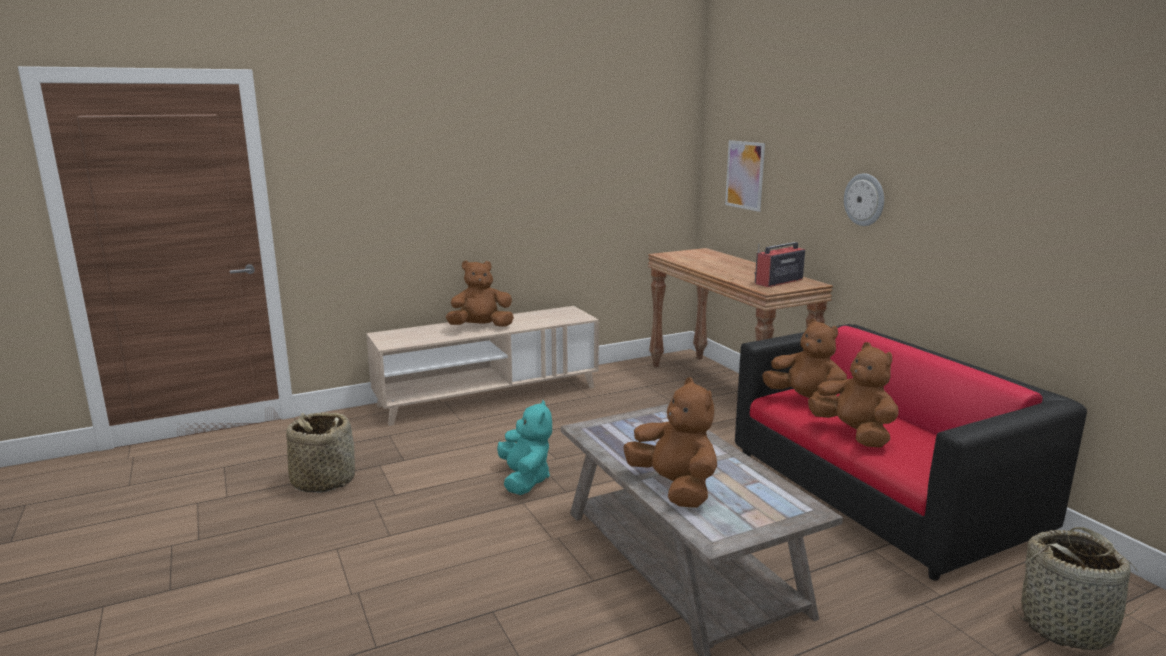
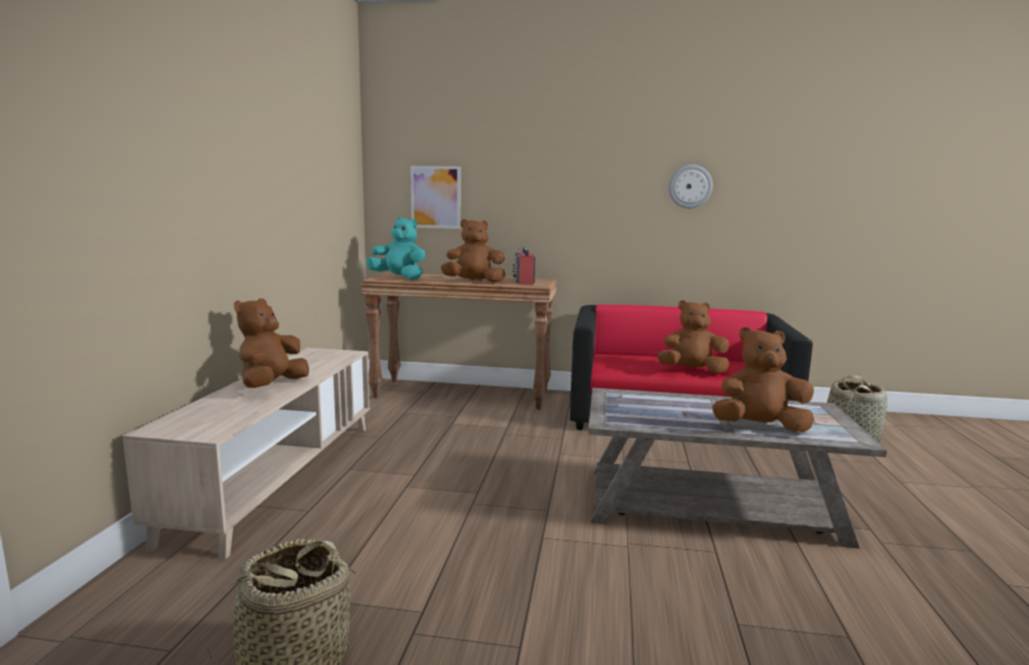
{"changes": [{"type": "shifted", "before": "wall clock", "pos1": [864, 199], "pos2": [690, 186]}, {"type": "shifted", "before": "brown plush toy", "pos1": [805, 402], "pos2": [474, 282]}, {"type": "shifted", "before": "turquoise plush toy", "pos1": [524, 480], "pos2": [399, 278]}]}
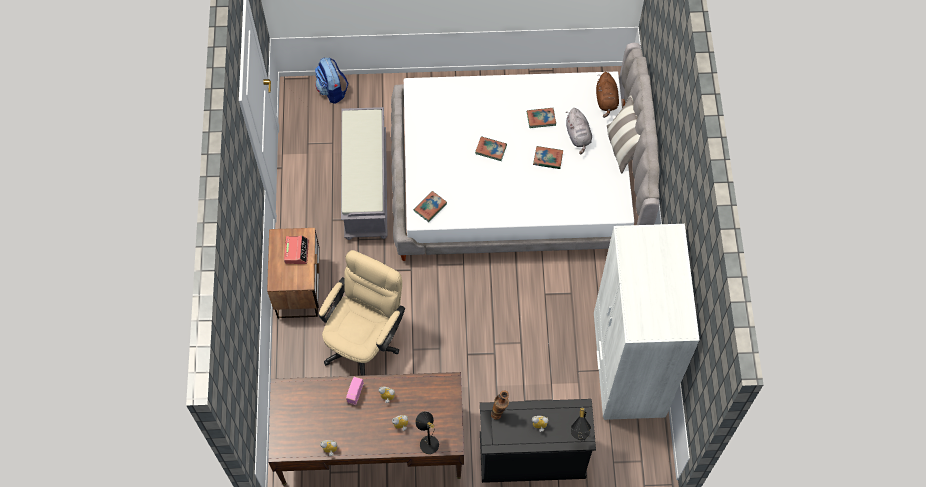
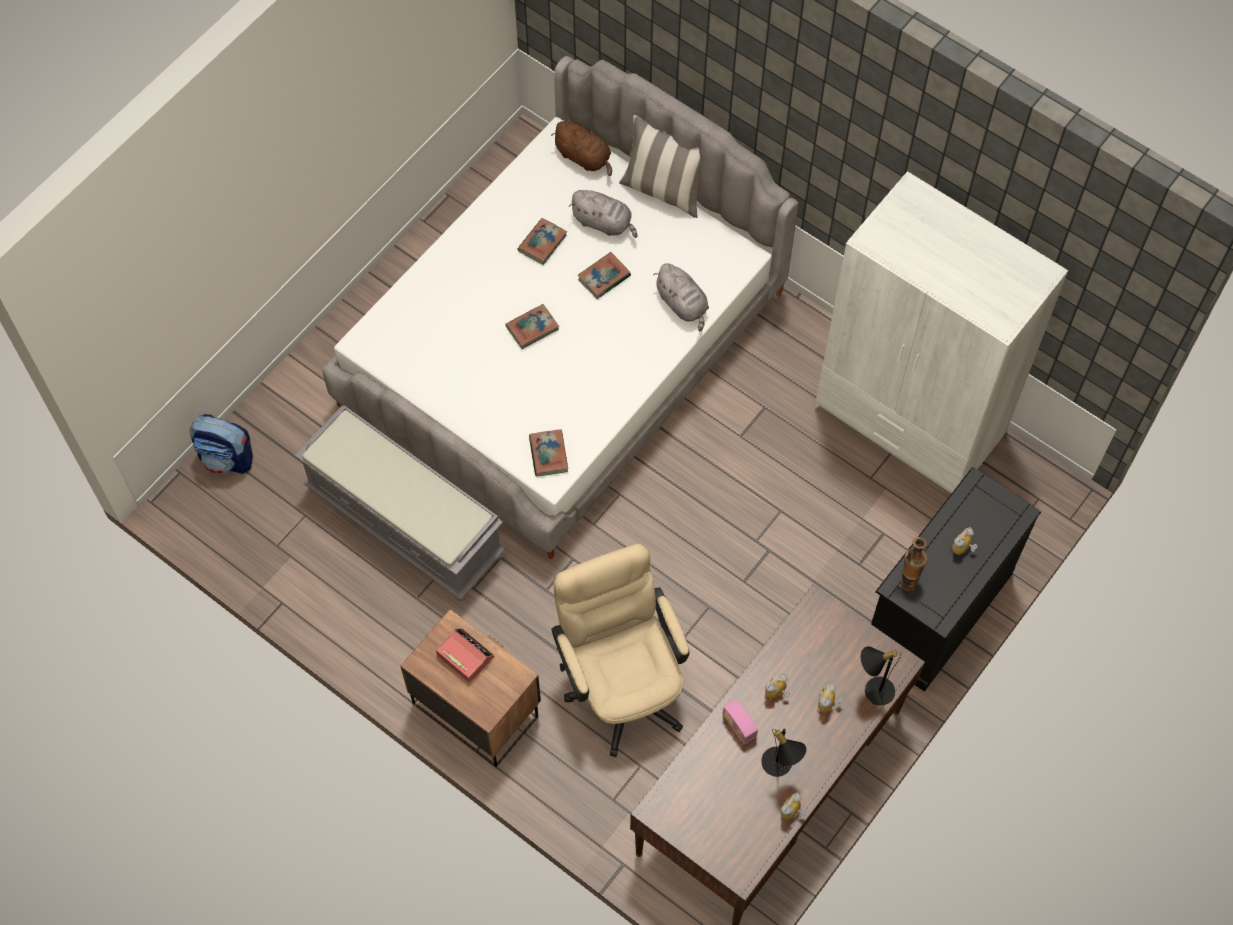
{"changes": [{"type": "shifted", "before": "black table lamp", "pos1": [579, 434], "pos2": [780, 767]}, {"type": "new", "after": "grey plush toy", "pos2": [683, 304]}]}
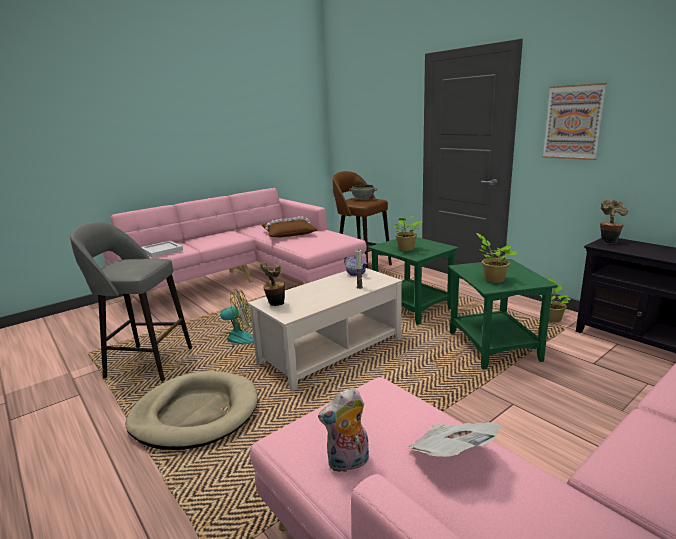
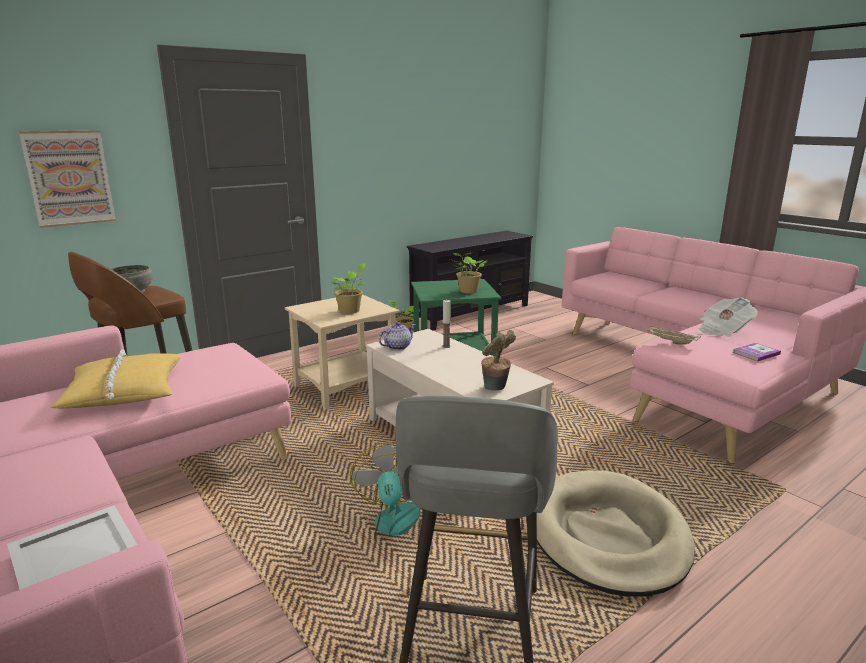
{"changes": [{"type": "shifted", "before": "picture", "pos1": [573, 122], "pos2": [69, 178]}, {"type": "gone", "before": "potted plant", "pos1": [608, 241]}, {"type": "repainted", "before": "brown pillow", "after": "yellow pillow", "pos1": [288, 233], "pos2": [124, 392]}, {"type": "repainted", "before": "green side table", "after": "beige side table", "pos1": [411, 308], "pos2": [346, 388]}, {"type": "swapped", "before": "plush toy", "after": "book", "pos1": [348, 463], "pos2": [756, 353]}, {"type": "new", "after": "beige tray", "pos2": [671, 342]}]}
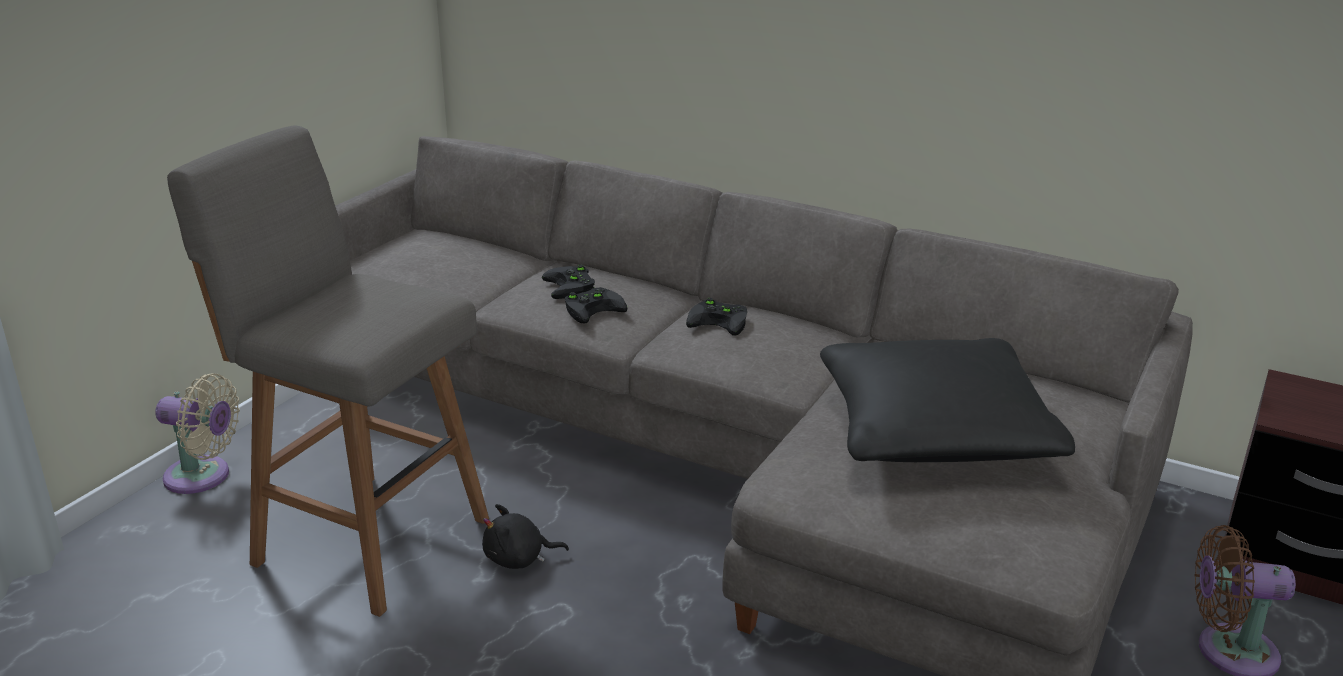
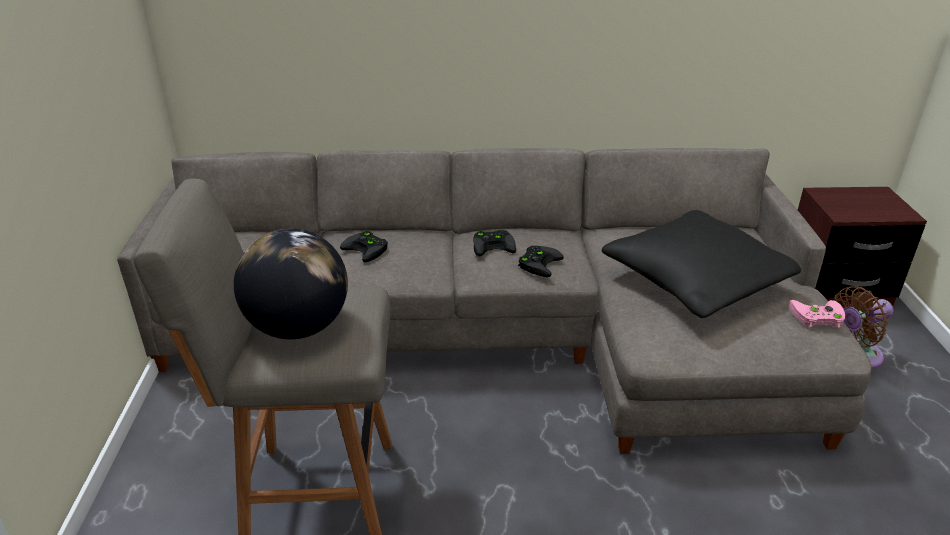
{"changes": [{"type": "shifted", "before": "black game controller", "pos1": [594, 308], "pos2": [538, 262]}, {"type": "gone", "before": "beige fan", "pos1": [203, 477]}, {"type": "gone", "before": "black plush toy", "pos1": [519, 559]}, {"type": "new", "after": "globe", "pos2": [298, 327]}, {"type": "new", "after": "pink game controller", "pos2": [816, 316]}]}
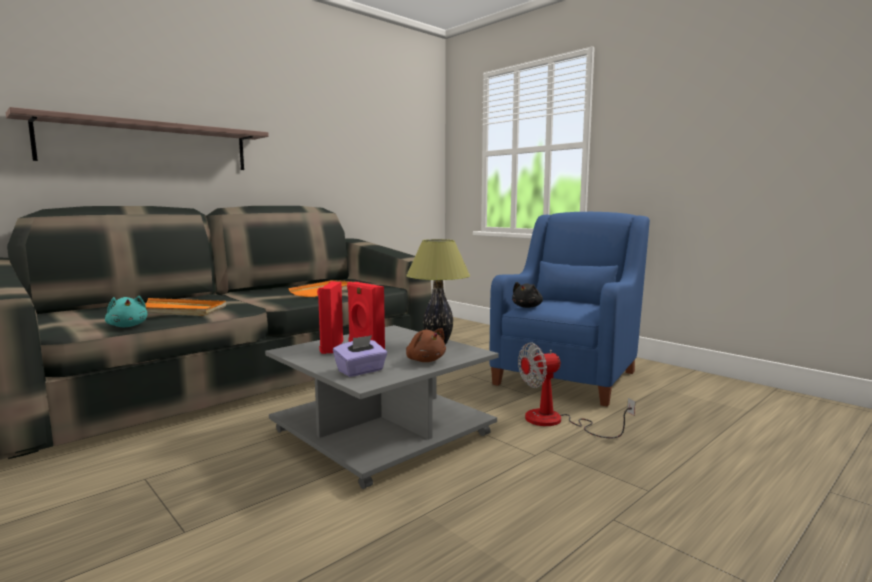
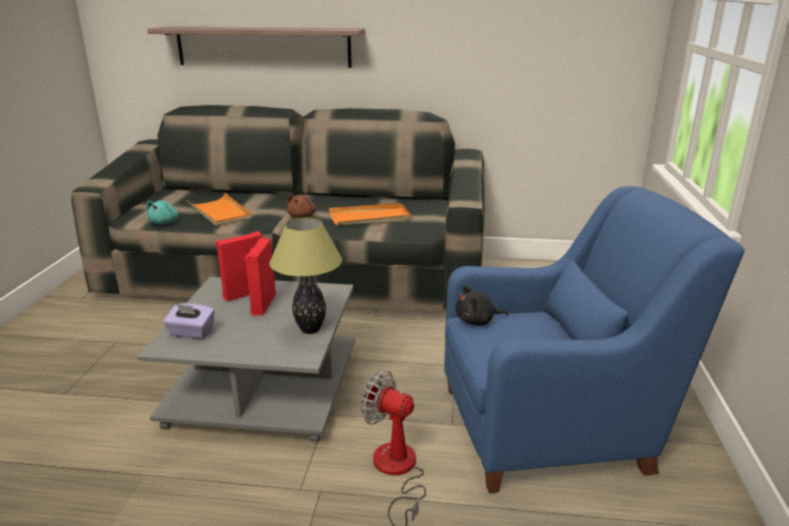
{"changes": [{"type": "shifted", "before": "brown plush toy", "pos1": [425, 360], "pos2": [302, 216]}]}
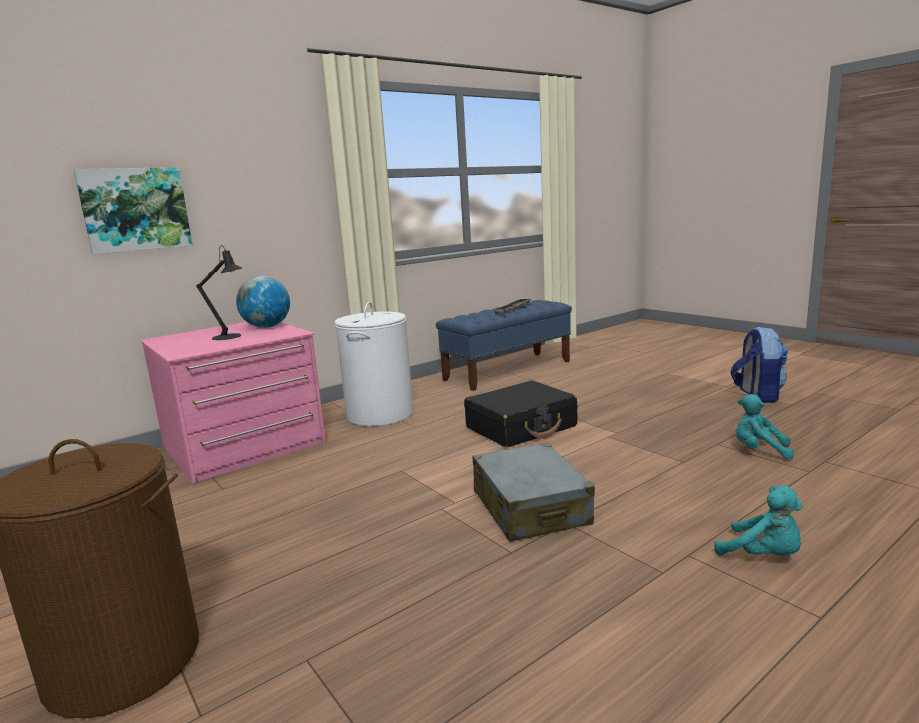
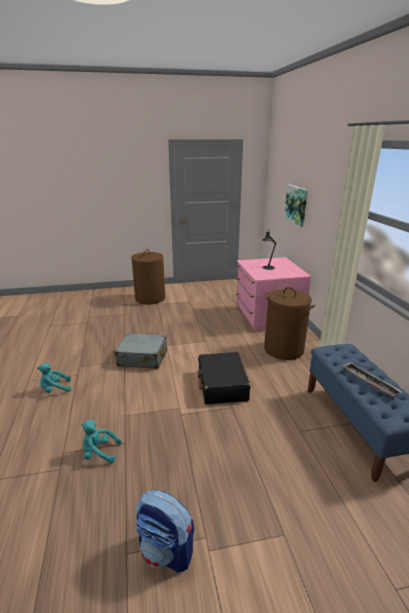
{"changes": [{"type": "gone", "before": "globe", "pos1": [267, 327]}, {"type": "repainted", "before": "white laundry basket", "after": "brown laundry basket", "pos1": [379, 414], "pos2": [284, 349]}, {"type": "rotated", "before": "turquoise plush toy", "pos1": [759, 451], "pos2": [99, 453], "turn": -135}]}
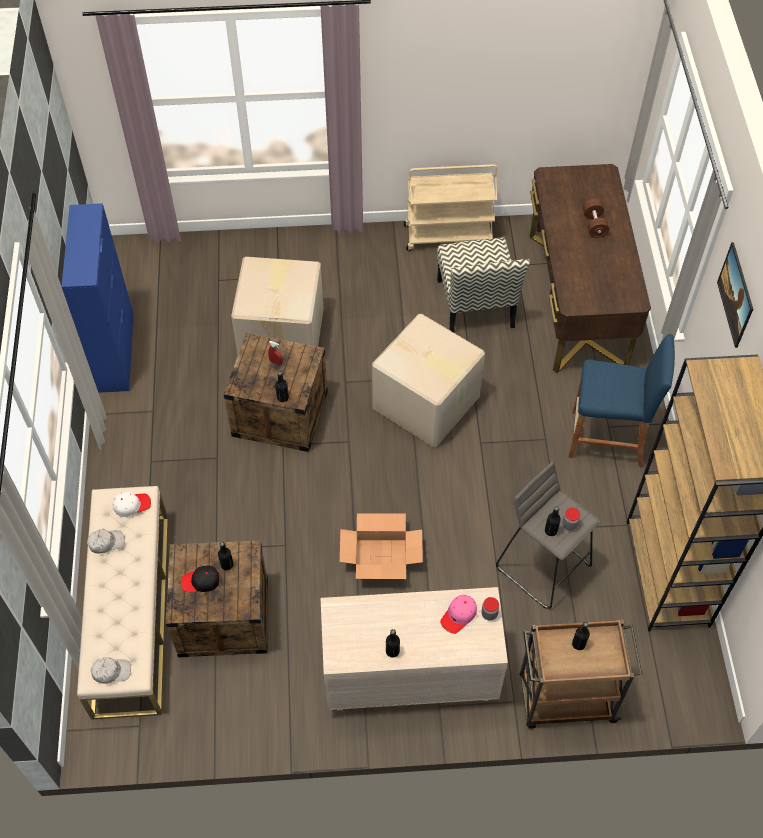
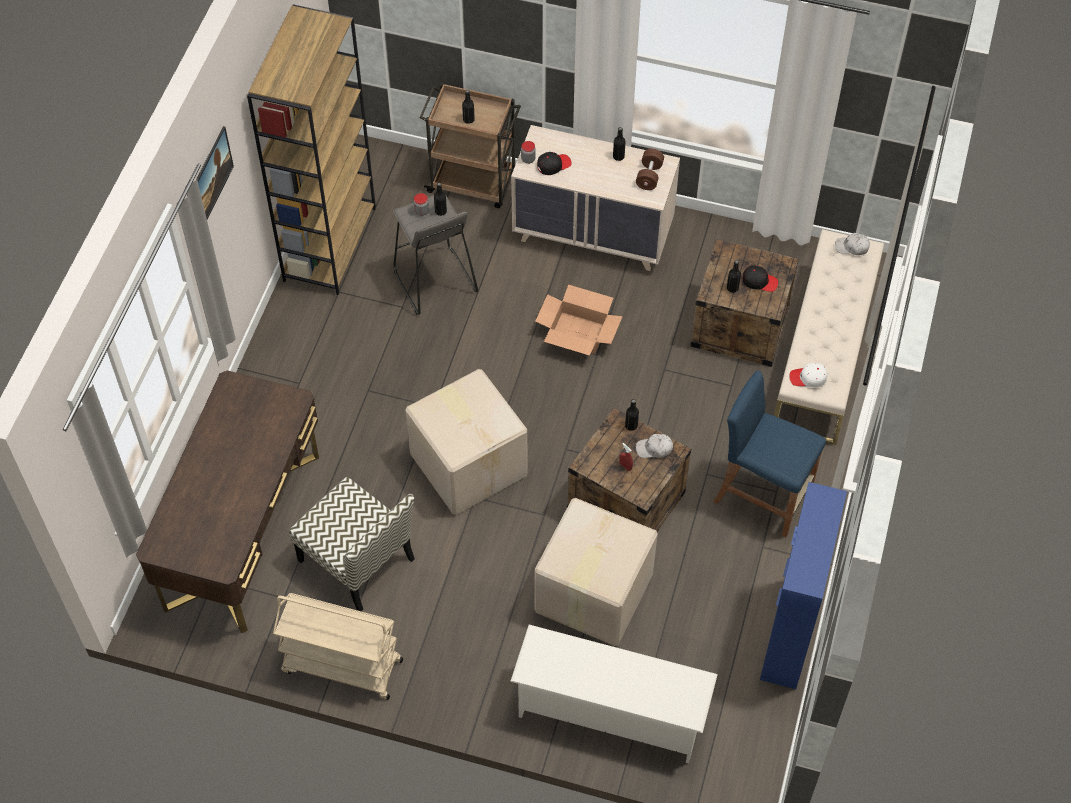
{"changes": [{"type": "shifted", "before": "brown dumbbell", "pos1": [594, 224], "pos2": [649, 176]}, {"type": "rotated", "before": "chair", "pos1": [476, 305], "pos2": [358, 560], "turn": 120}, {"type": "shifted", "before": "blue stool", "pos1": [607, 439], "pos2": [763, 496]}, {"type": "shifted", "before": "white cap", "pos1": [106, 542], "pos2": [654, 449]}, {"type": "repainted", "before": "pink cap", "after": "black cap", "pos1": [459, 615], "pos2": [553, 165]}, {"type": "new", "after": "white shoe rack", "pos2": [610, 712]}]}
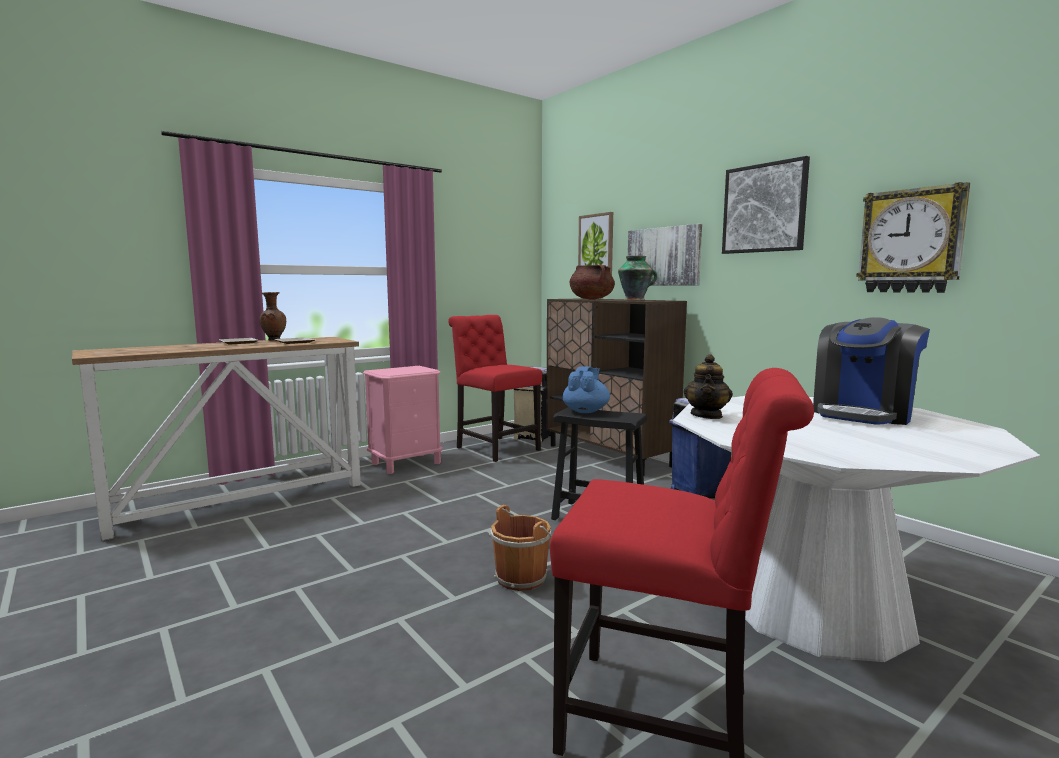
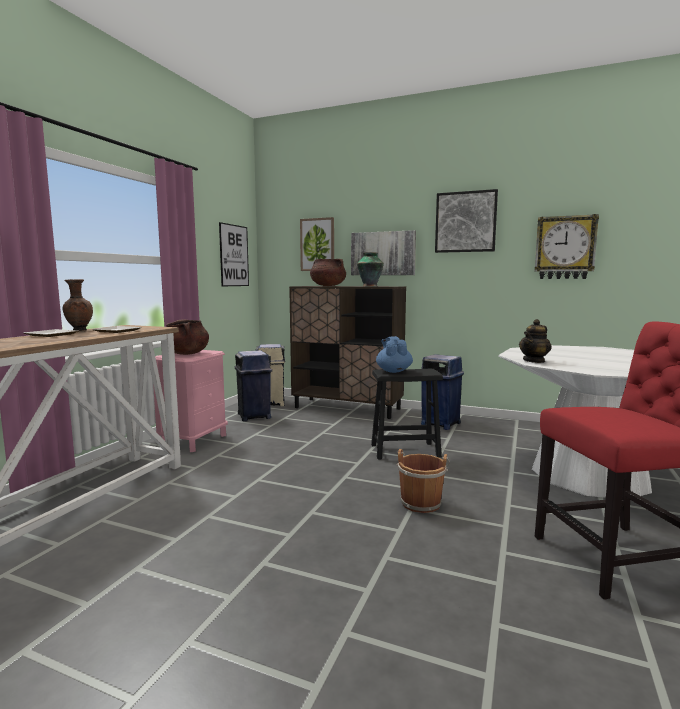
{"changes": [{"type": "swapped", "before": "red chair", "after": "blue trash can", "pos1": [495, 448], "pos2": [254, 416]}, {"type": "gone", "before": "coffee machine", "pos1": [863, 414]}, {"type": "rotated", "before": "teapot", "pos1": [707, 415], "pos2": [534, 361], "turn": 60}, {"type": "new", "after": "picture", "pos2": [234, 255]}, {"type": "new", "after": "brown cooking pot", "pos2": [186, 354]}]}
